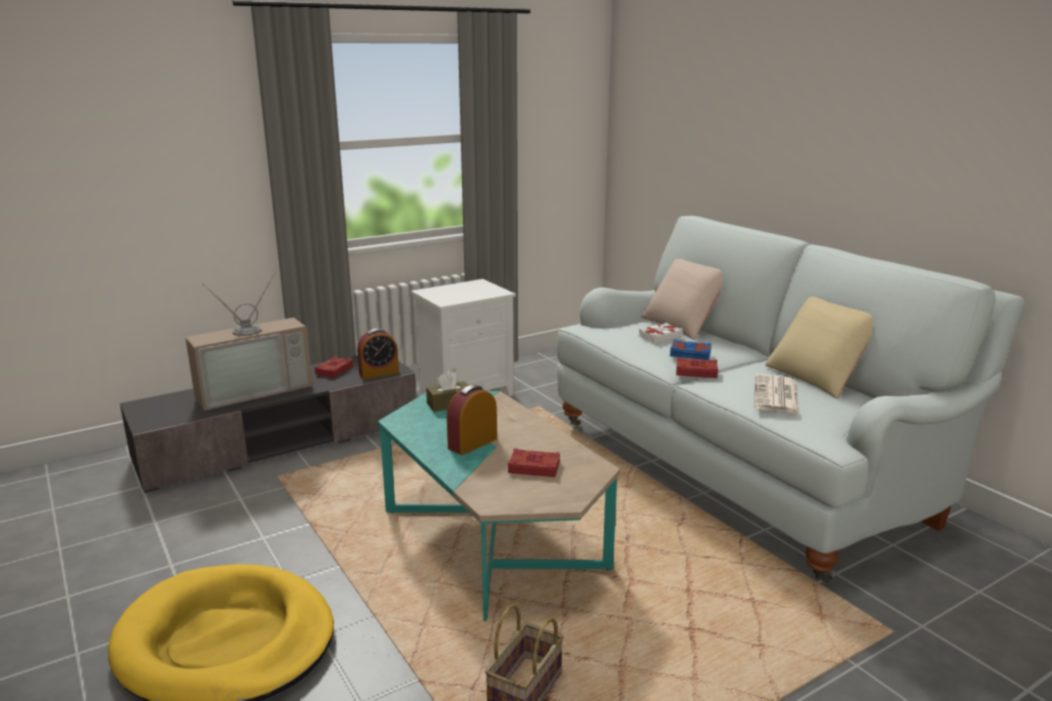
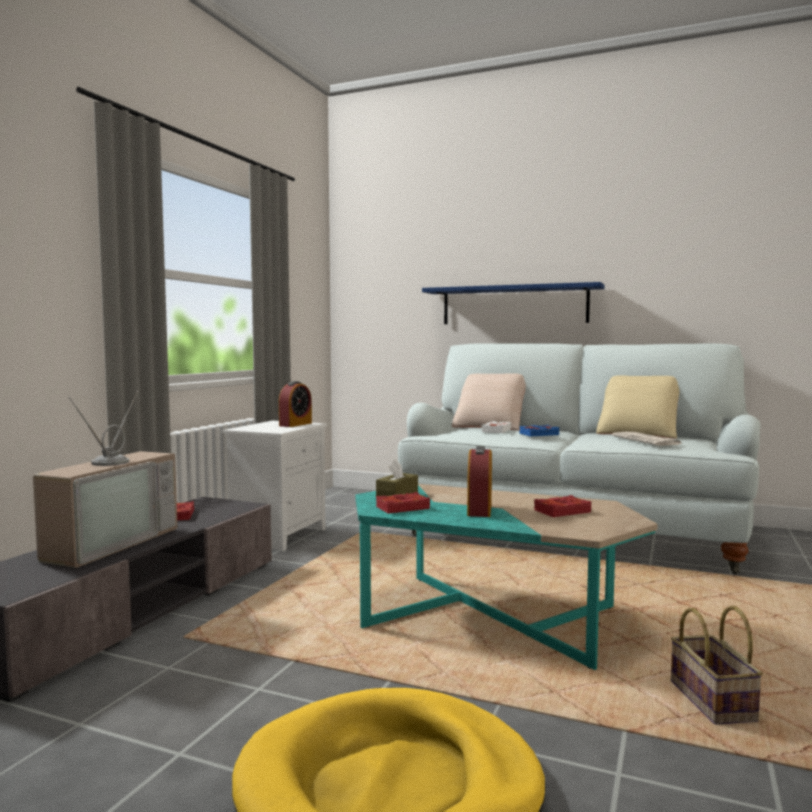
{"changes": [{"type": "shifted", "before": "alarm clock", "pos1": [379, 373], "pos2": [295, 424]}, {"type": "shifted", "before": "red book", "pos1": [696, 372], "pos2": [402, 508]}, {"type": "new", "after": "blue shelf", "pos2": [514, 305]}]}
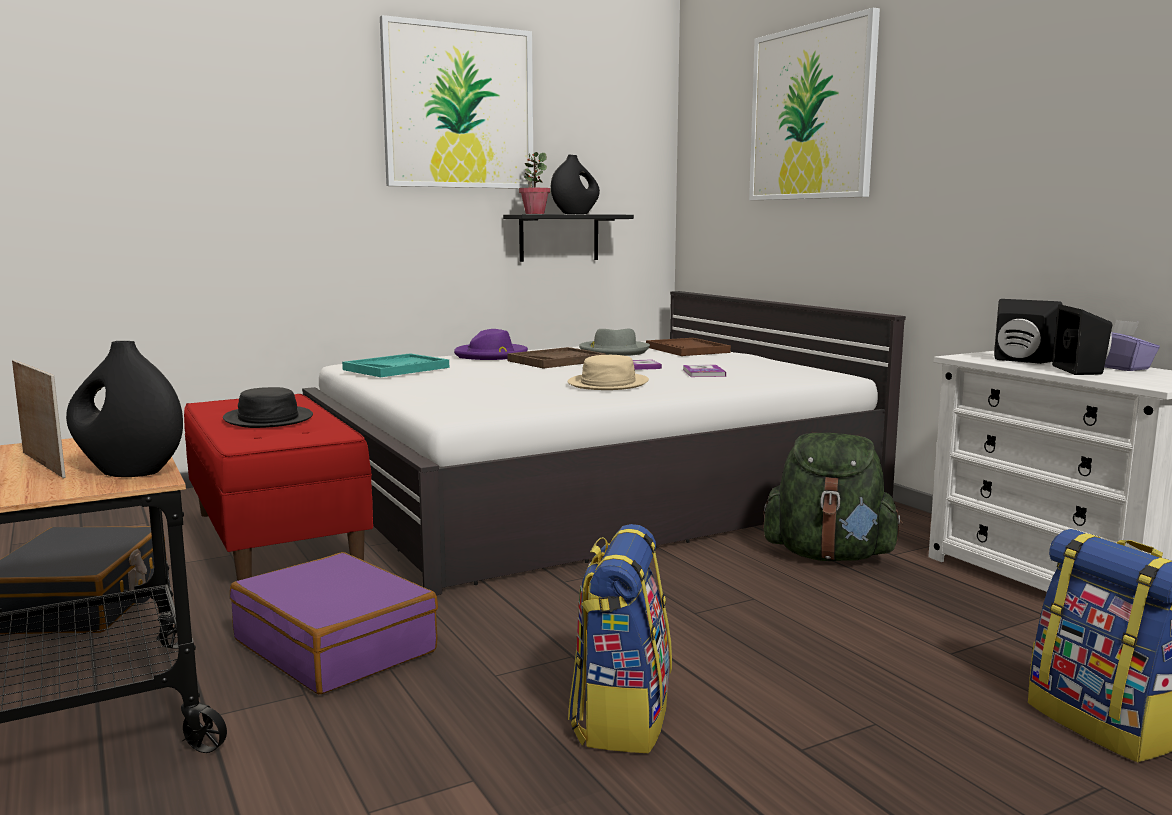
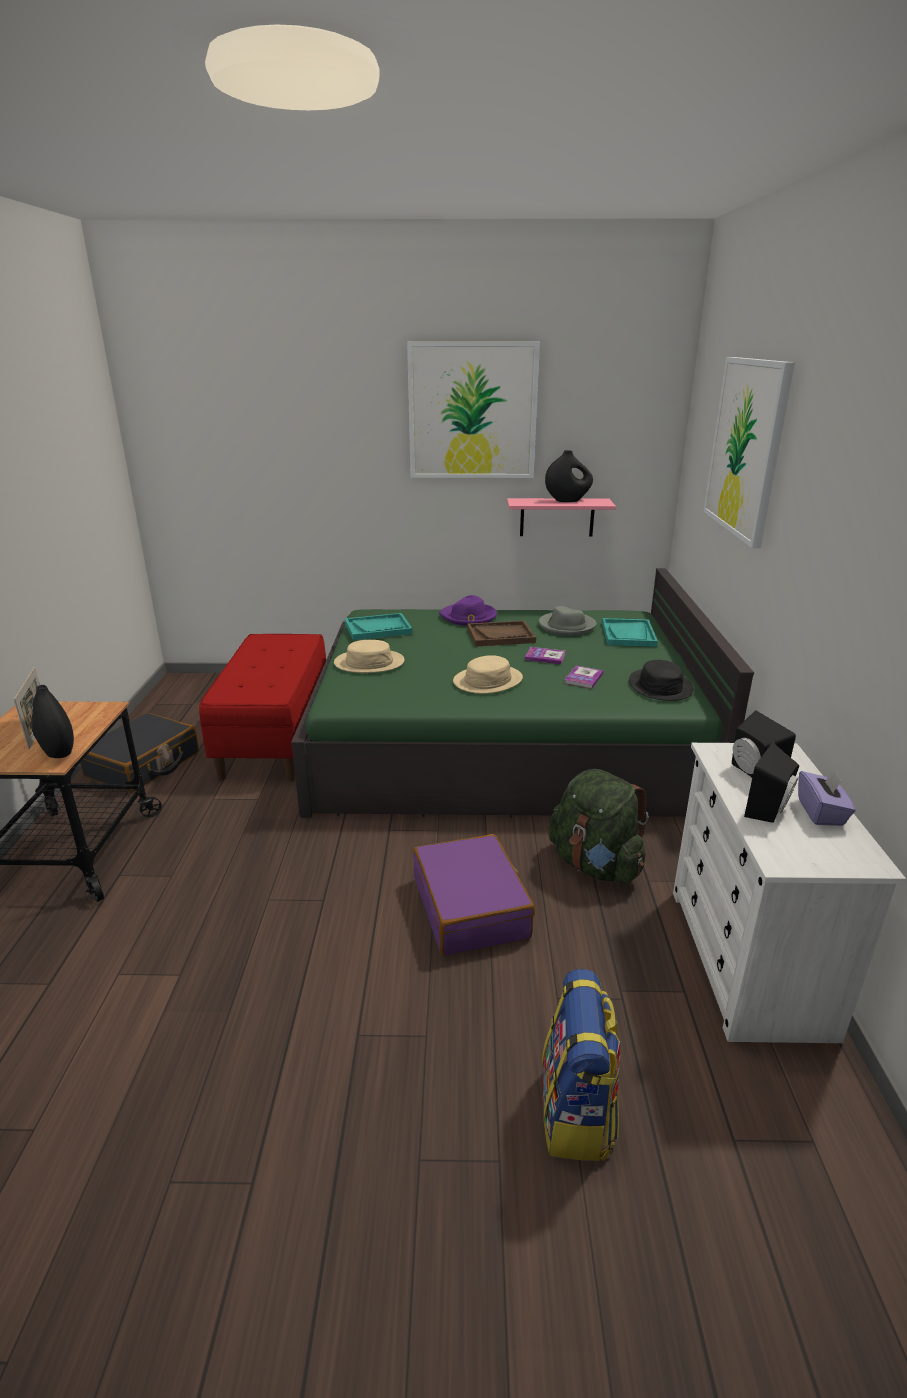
{"changes": [{"type": "gone", "before": "potted plant", "pos1": [534, 213]}, {"type": "repainted", "before": "black shelf", "after": "pink shelf", "pos1": [559, 237], "pos2": [557, 517]}, {"type": "repainted", "before": "white bed", "after": "green bed", "pos1": [588, 490], "pos2": [505, 739]}, {"type": "repainted", "before": "brown tray", "after": "turquoise tray", "pos1": [687, 350], "pos2": [628, 634]}, {"type": "shifted", "before": "black hat", "pos1": [268, 419], "pos2": [660, 686]}, {"type": "gone", "before": "backpack", "pos1": [621, 717]}, {"type": "shifted", "before": "purple suitcase", "pos1": [336, 646], "pos2": [471, 908]}, {"type": "new", "after": "beige hat", "pos2": [369, 663]}]}
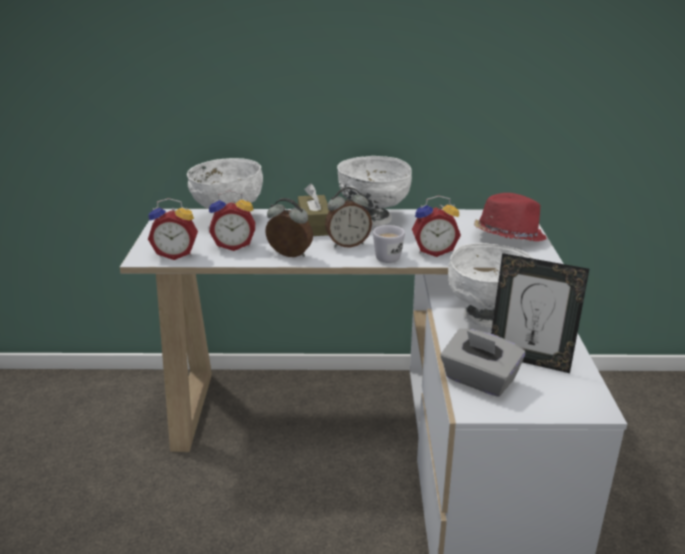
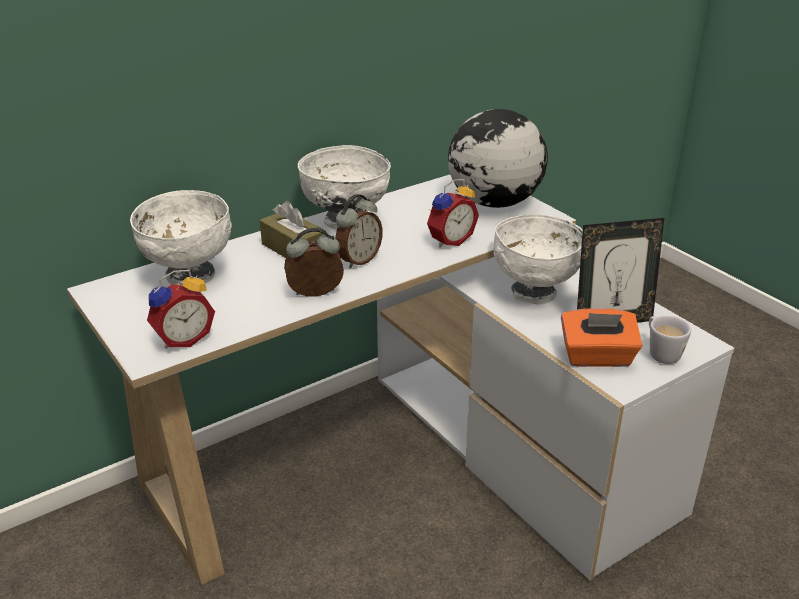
{"changes": [{"type": "gone", "before": "alarm clock", "pos1": [234, 245]}, {"type": "swapped", "before": "red hat", "after": "globe", "pos1": [507, 236], "pos2": [493, 202]}, {"type": "shifted", "before": "white mug", "pos1": [389, 256], "pos2": [660, 352]}, {"type": "repainted", "before": "grey tissue box", "after": "orange tissue box", "pos1": [479, 380], "pos2": [597, 357]}]}
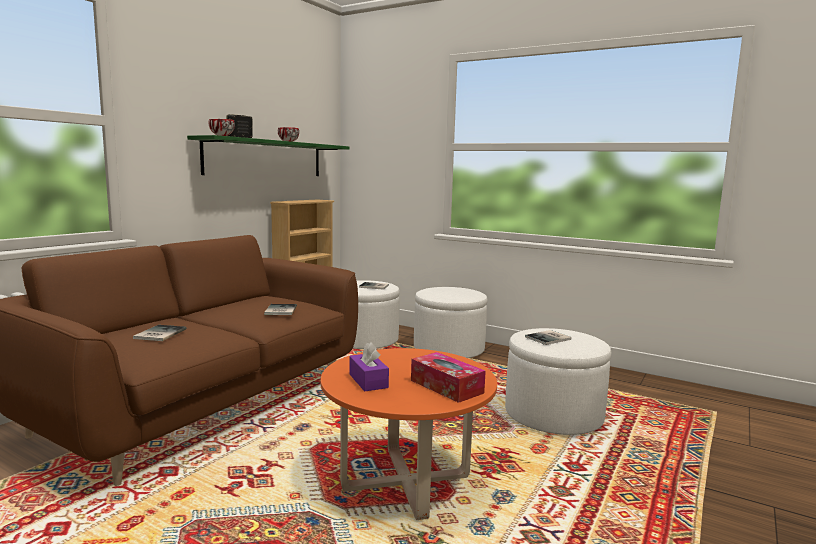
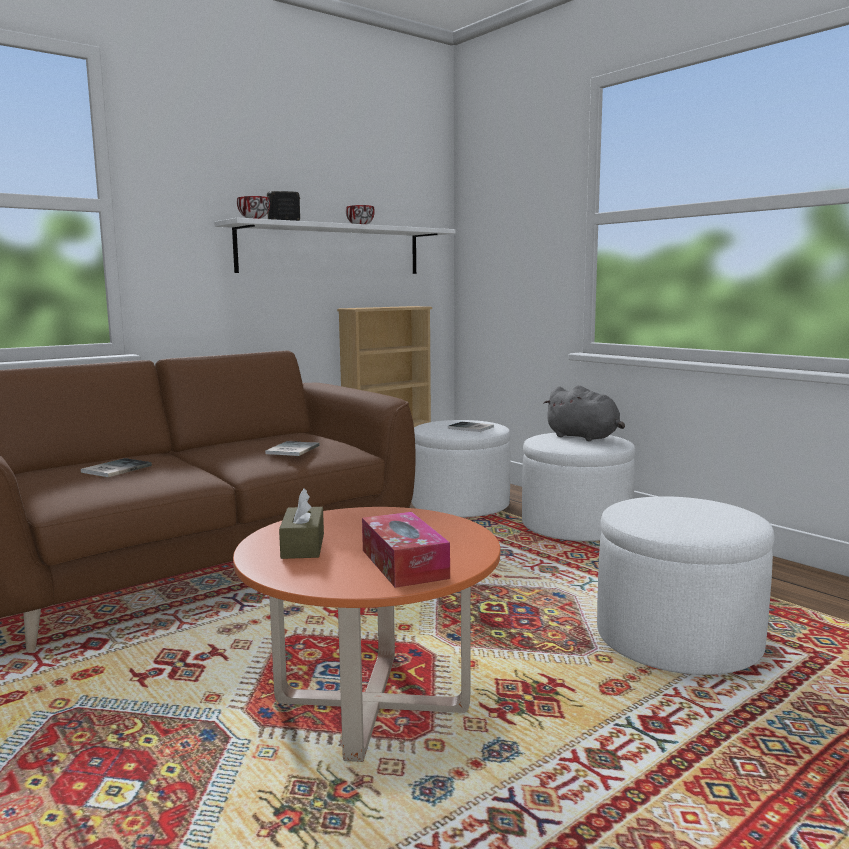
{"changes": [{"type": "repainted", "before": "green shelf", "after": "white shelf", "pos1": [266, 158], "pos2": [332, 250]}, {"type": "gone", "before": "book", "pos1": [549, 338]}, {"type": "repainted", "before": "purple tissue box", "after": "brown tissue box", "pos1": [368, 381], "pos2": [303, 546]}, {"type": "new", "after": "grey plush toy", "pos2": [584, 437]}]}
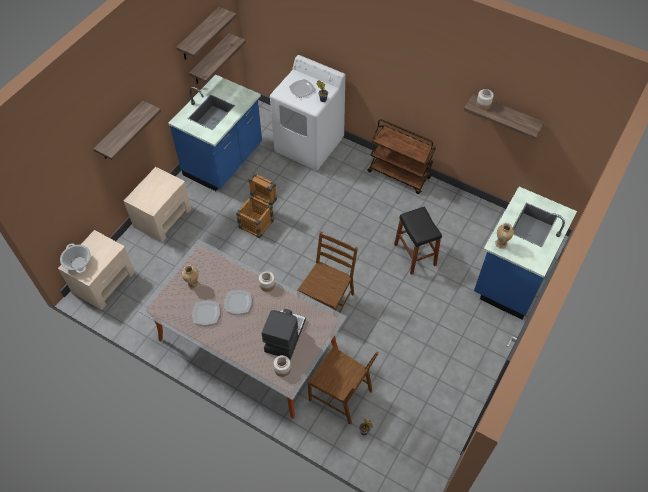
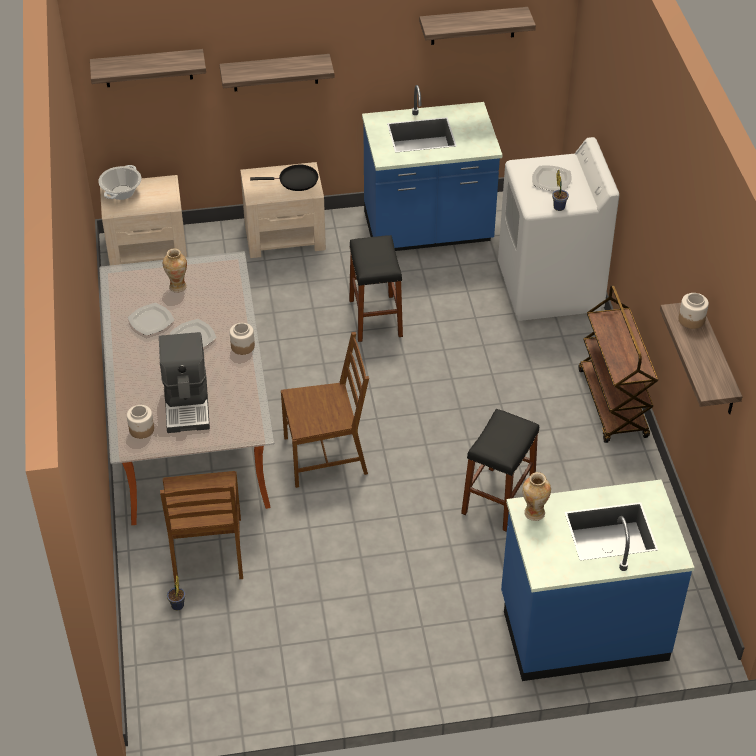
{"changes": [{"type": "shifted", "before": "shelf", "pos1": [210, 60], "pos2": [148, 68]}, {"type": "swapped", "before": "crate", "after": "black stool", "pos1": [259, 221], "pos2": [375, 318]}, {"type": "rotated", "before": "coffee machine", "pos1": [284, 336], "pos2": [188, 403], "turn": 105}, {"type": "new", "after": "black frying pan", "pos2": [295, 180]}]}
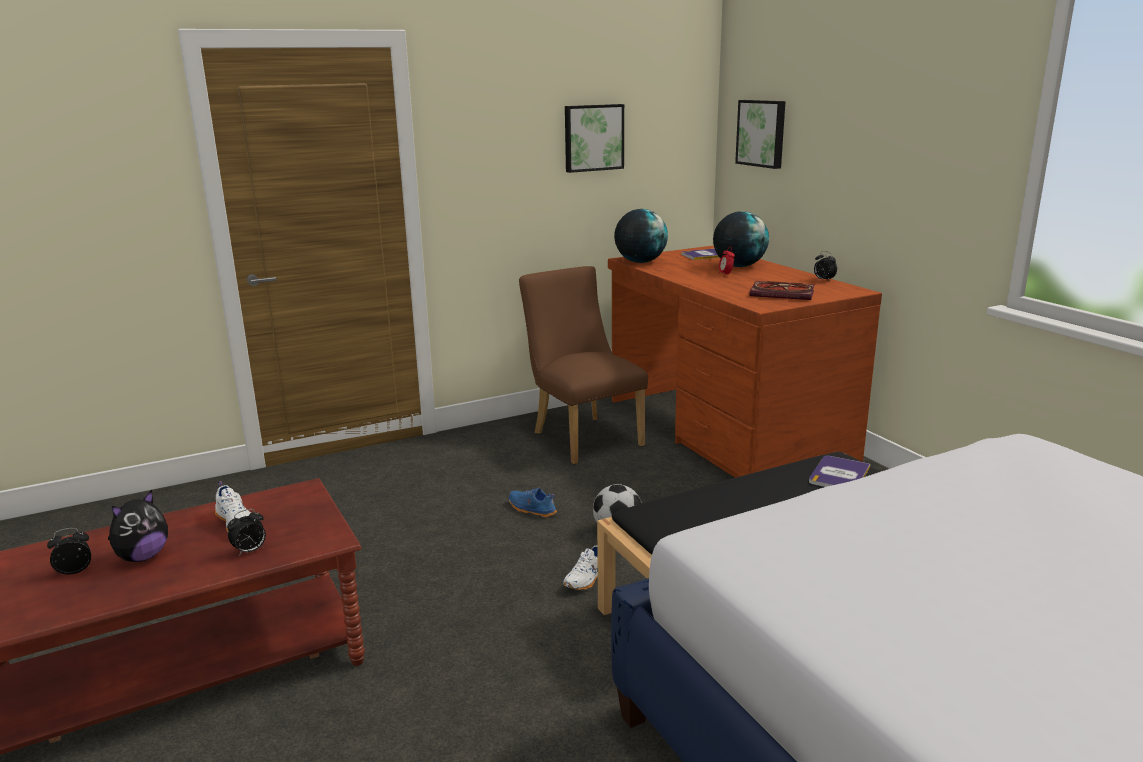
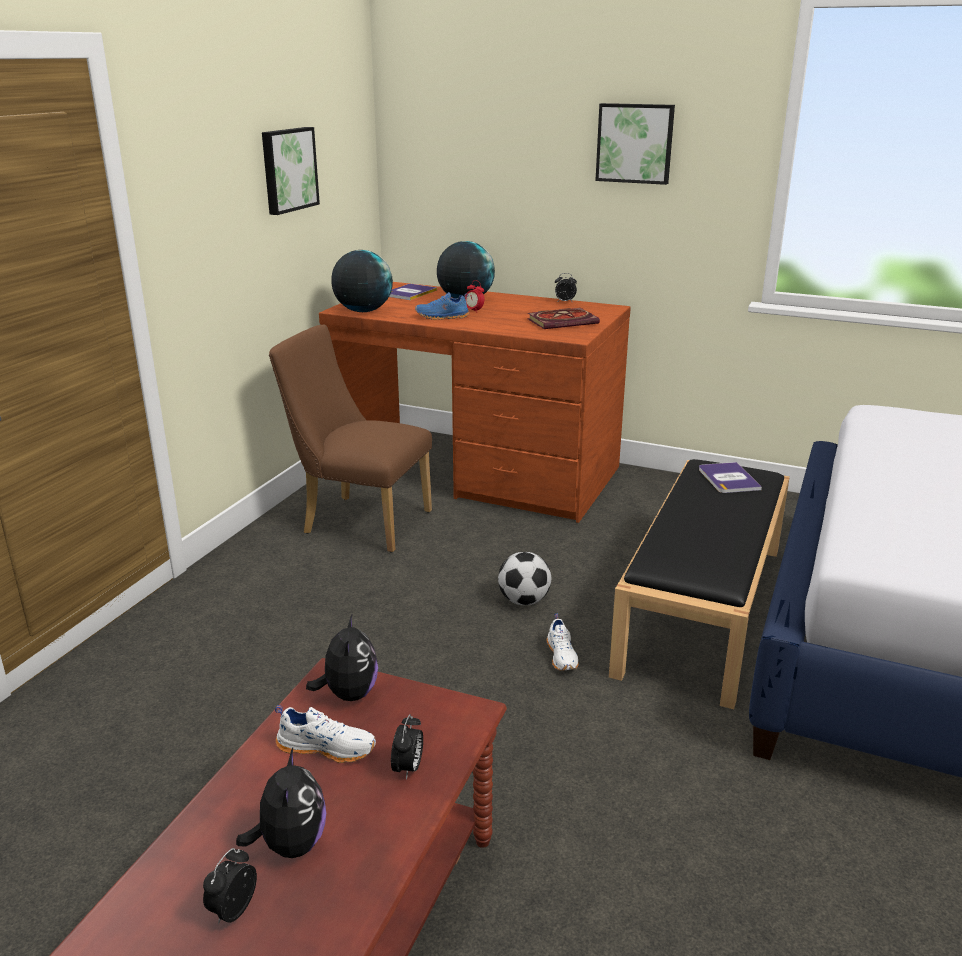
{"changes": [{"type": "shifted", "before": "picture", "pos1": [762, 133], "pos2": [635, 143]}, {"type": "shifted", "before": "blue shoe", "pos1": [531, 509], "pos2": [442, 317]}, {"type": "new", "after": "plush toy", "pos2": [348, 694]}]}
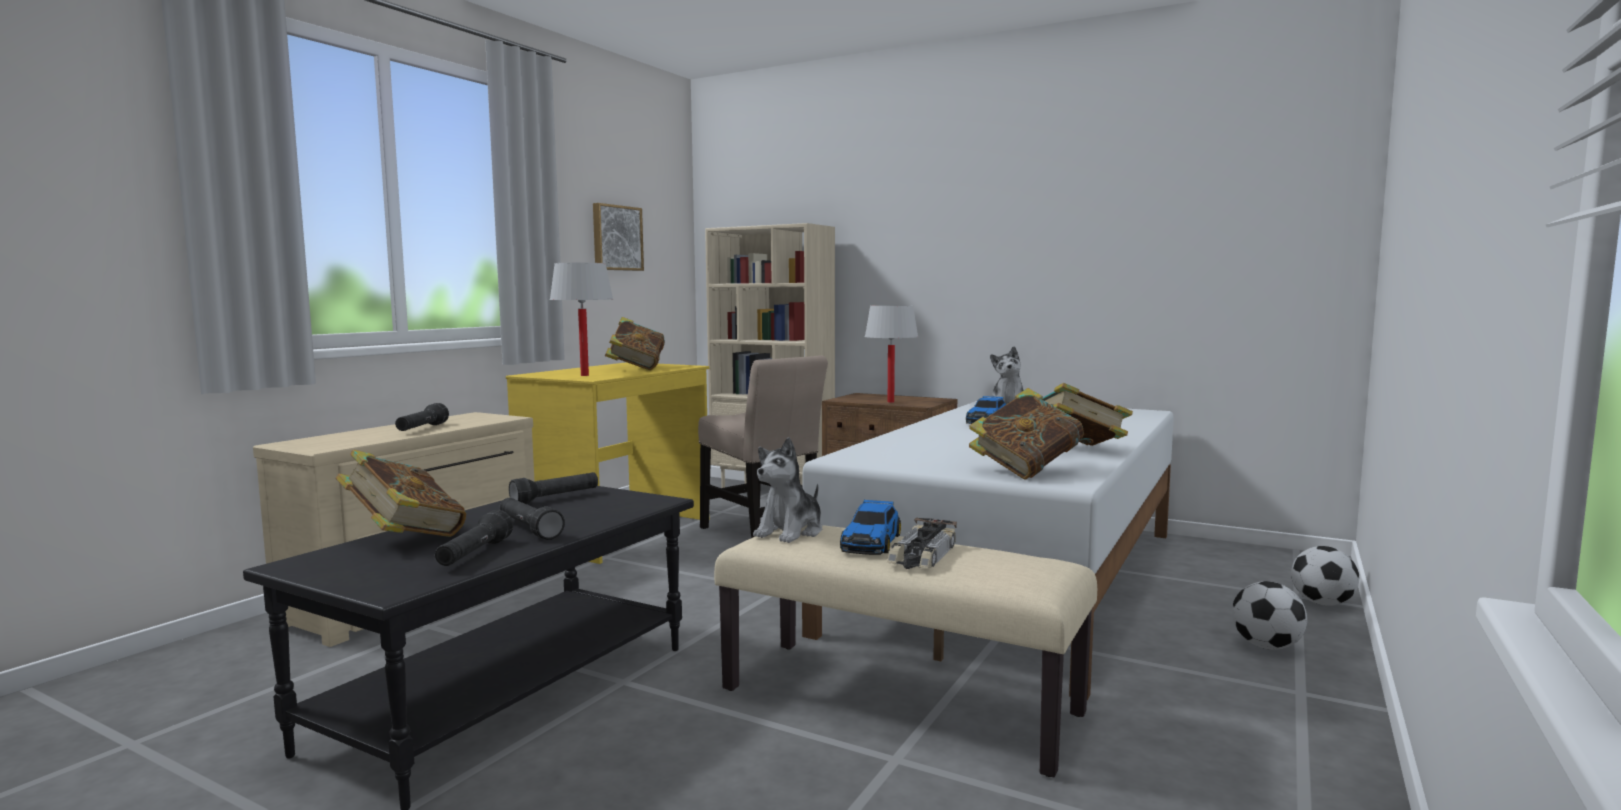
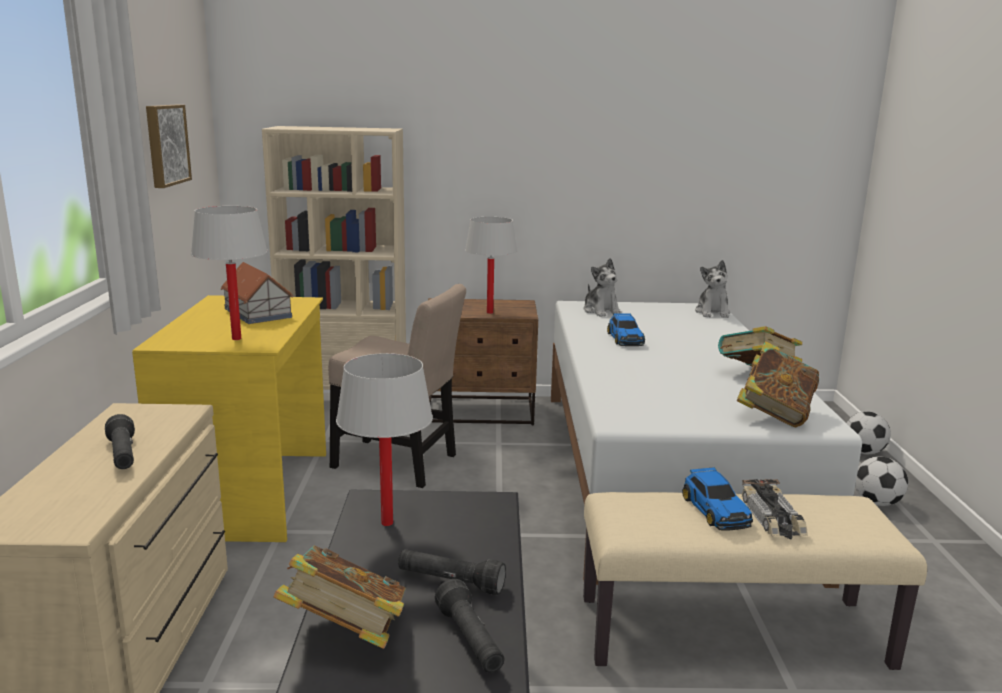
{"changes": [{"type": "swapped", "before": "book", "after": "toy house", "pos1": [636, 368], "pos2": [257, 313]}, {"type": "shifted", "before": "plush toy", "pos1": [791, 532], "pos2": [712, 312]}, {"type": "swapped", "before": "black flashlight", "after": "white table lamp", "pos1": [556, 498], "pos2": [387, 523]}]}
